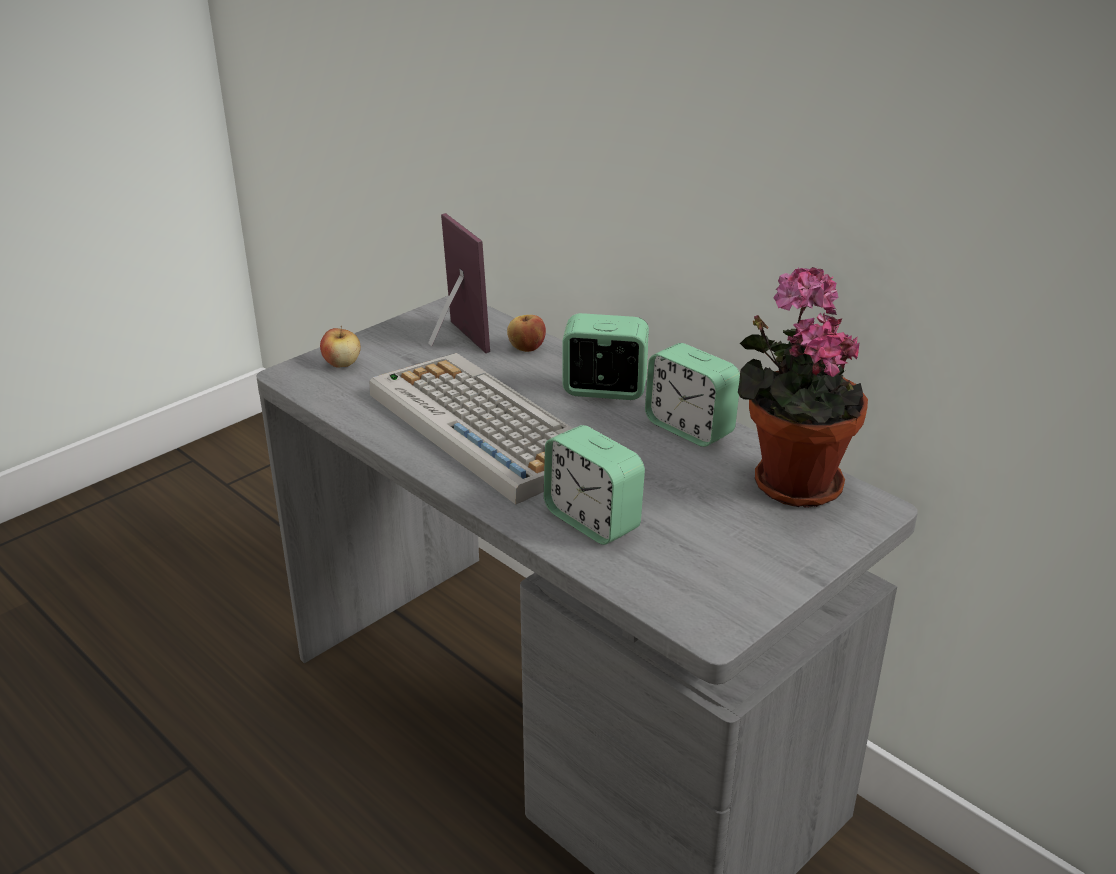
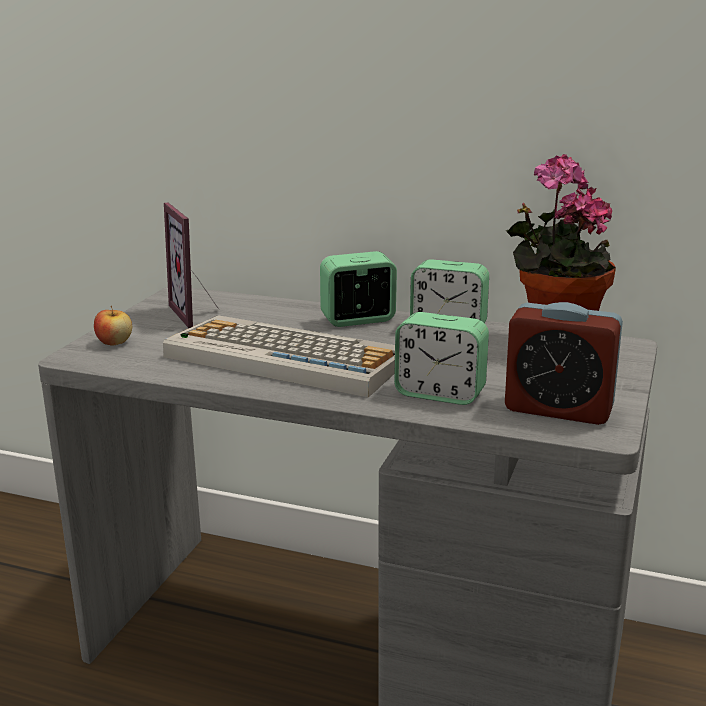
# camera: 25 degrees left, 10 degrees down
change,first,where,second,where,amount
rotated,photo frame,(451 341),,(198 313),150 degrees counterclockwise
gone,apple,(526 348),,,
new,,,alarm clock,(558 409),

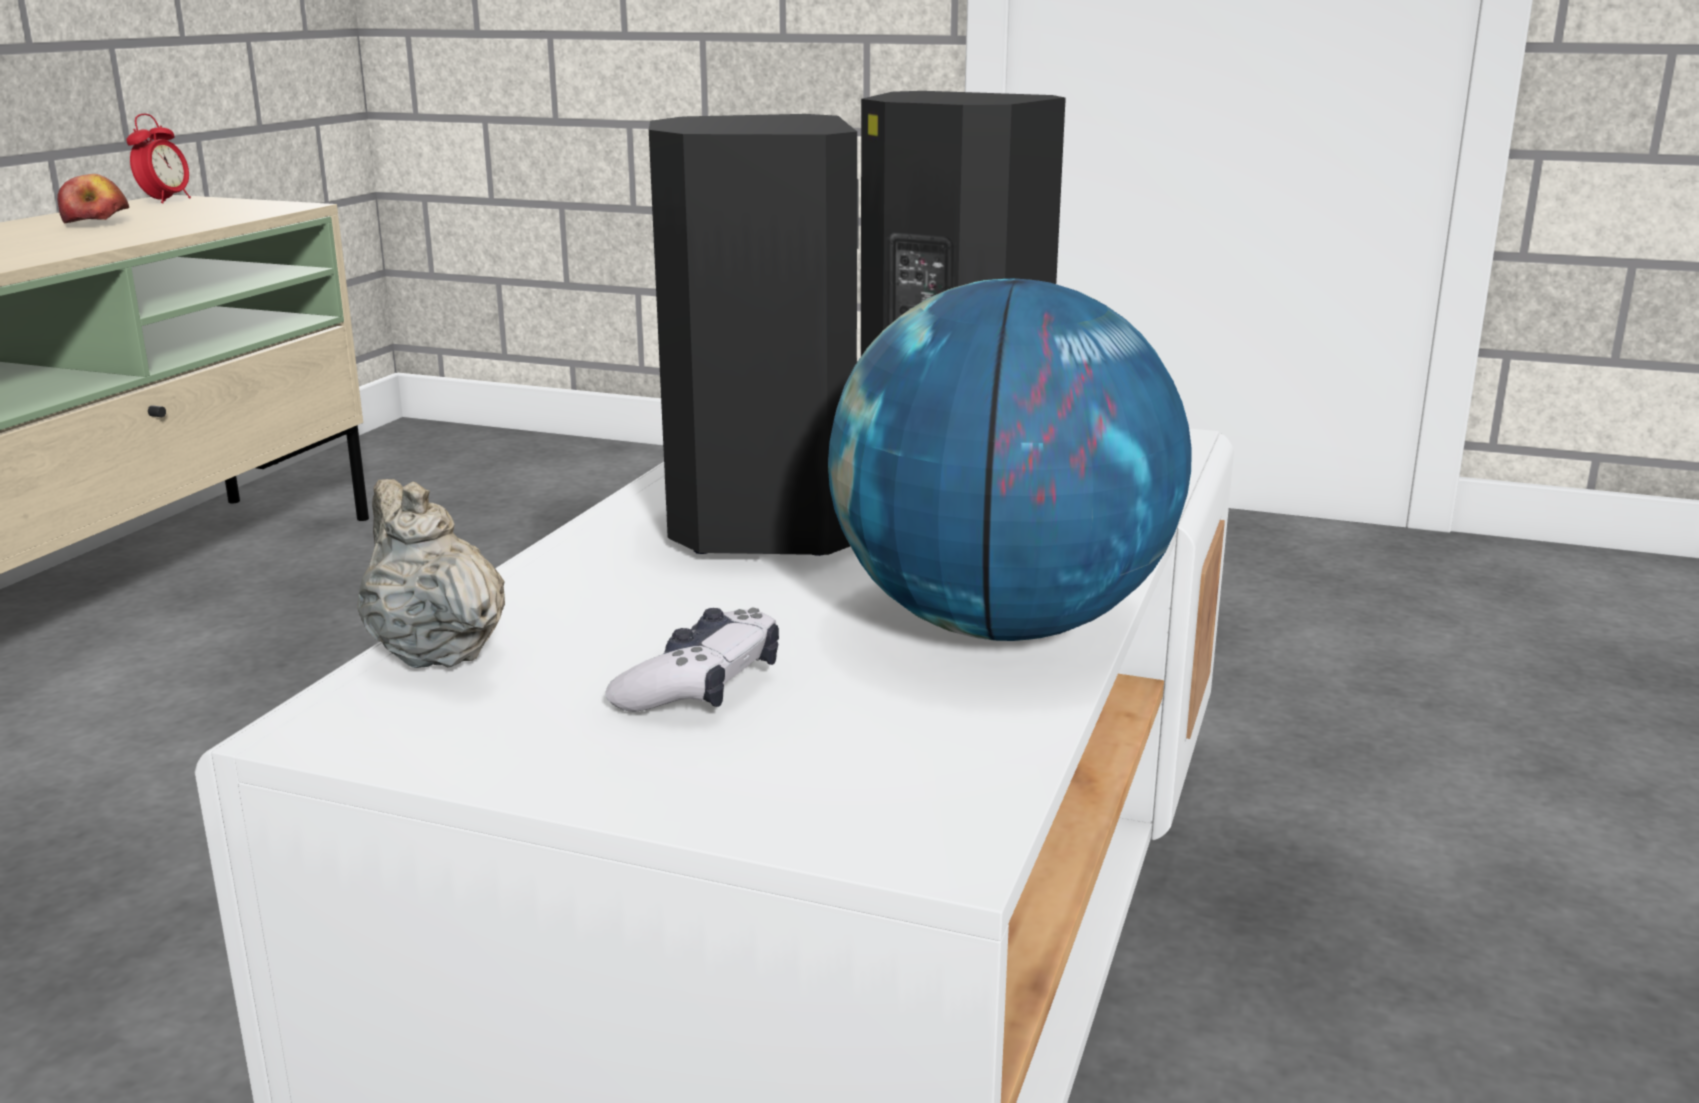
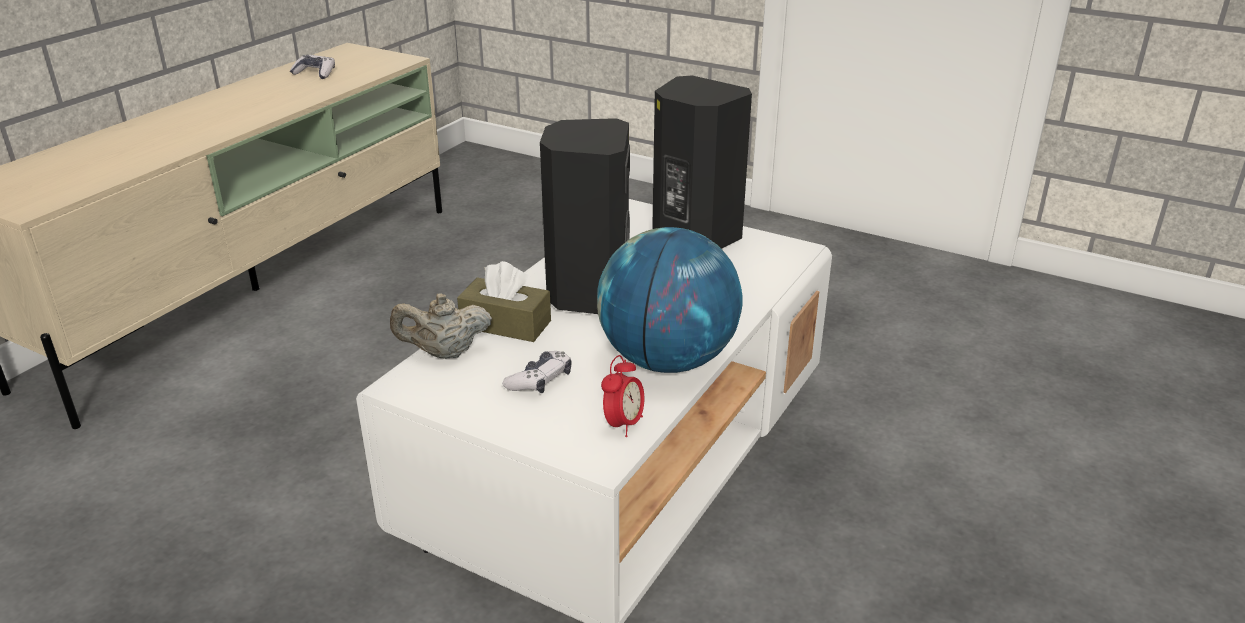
# camera: 10 degrees right, 10 degrees up
change,first,where,second,where,amount
swapped,apple,(97 223),joypad,(315 73),
shifted,alarm clock,(165 201),,(623 424),
rotated,tea pot (beige),(434 652),,(444 353),75 degrees counterclockwise
new,,,tissue box (brown),(505 324),

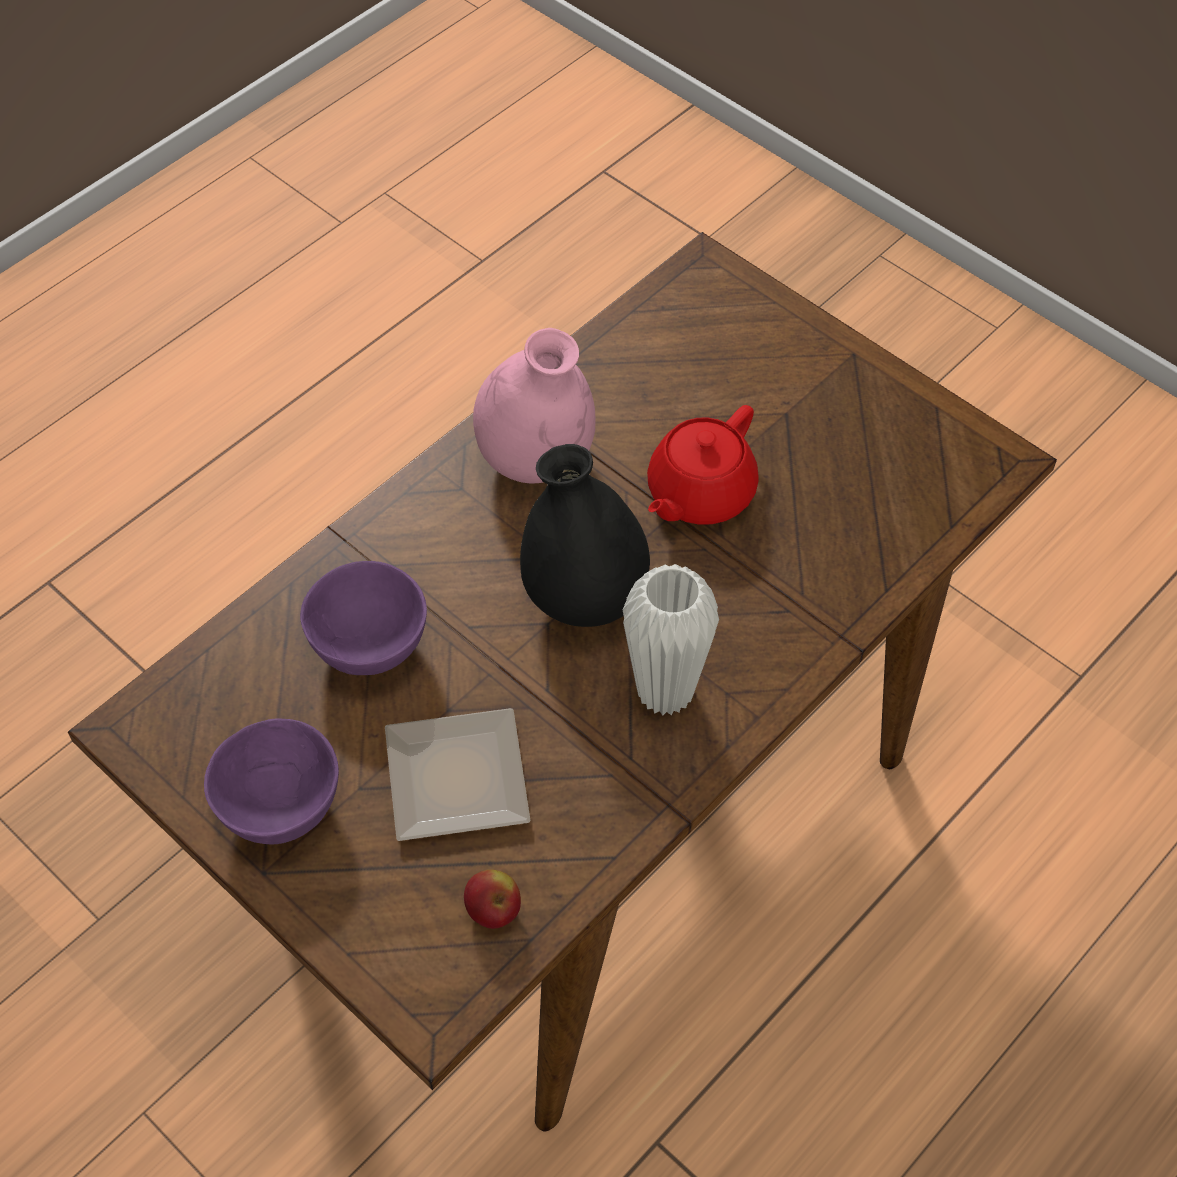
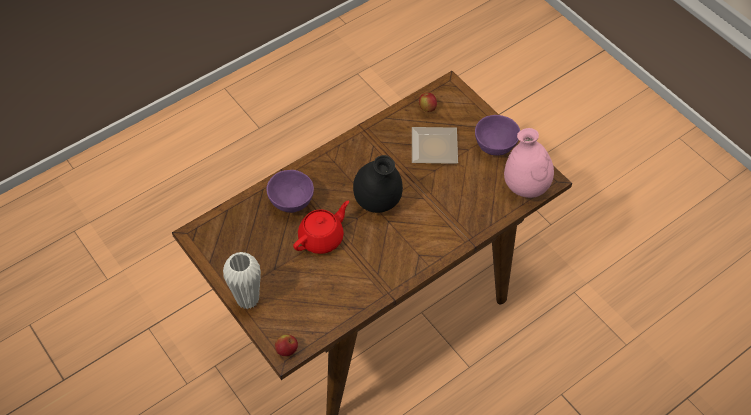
# camera: 170 degrees left, 0 degrees up
change,first,where,second,where,amount
shifted,serving bowl (purple-coloured),(372 649),,(291 202),
shifted,vase (pink),(535 460),,(525 187),
shifted,vase (white),(665 692),,(248 299),
new,,,apple,(287 350),

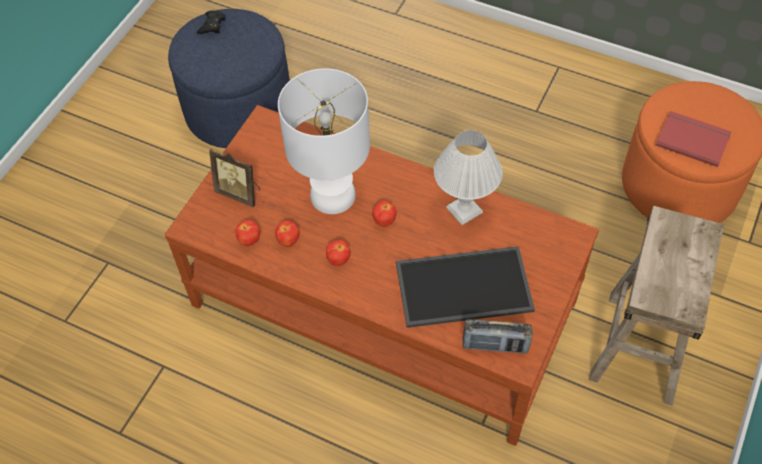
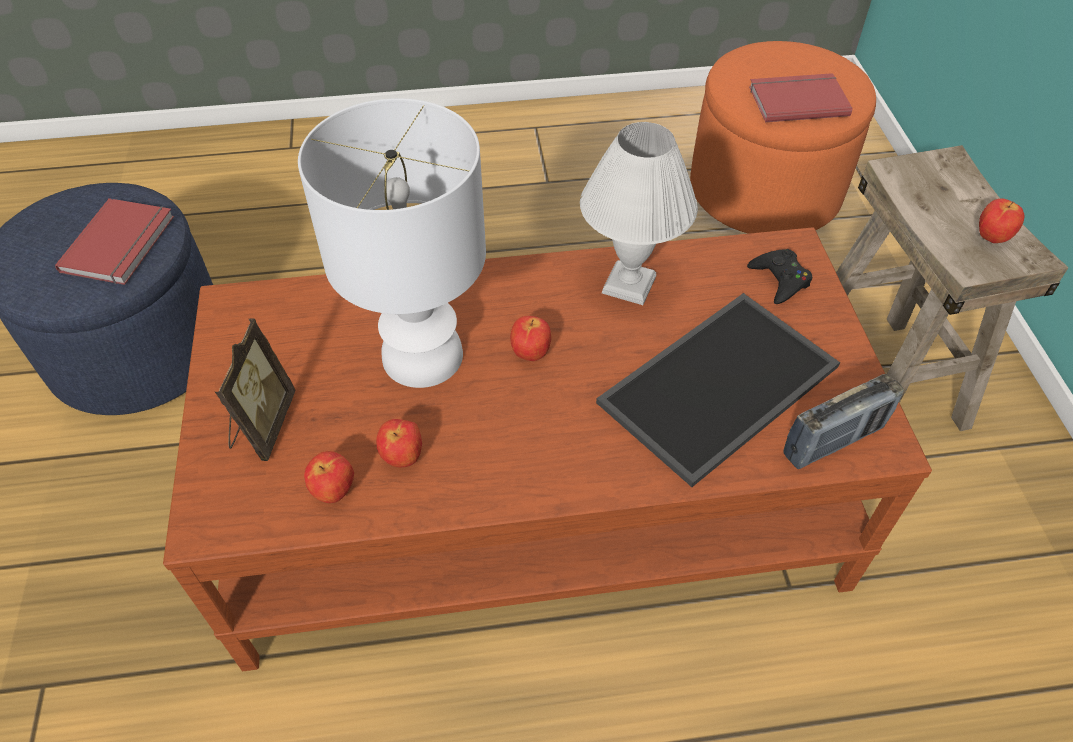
# camera: 35 degrees left, 5 degrees down
change,first,where,second,where,amount
shifted,joypad (blackish),(212 25),,(780 280),
rotated,photo frame,(240 192),,(262 425),75 degrees counterclockwise
shifted,apple,(339 260),,(990 237),
new,,,volume (reddish),(121 244),

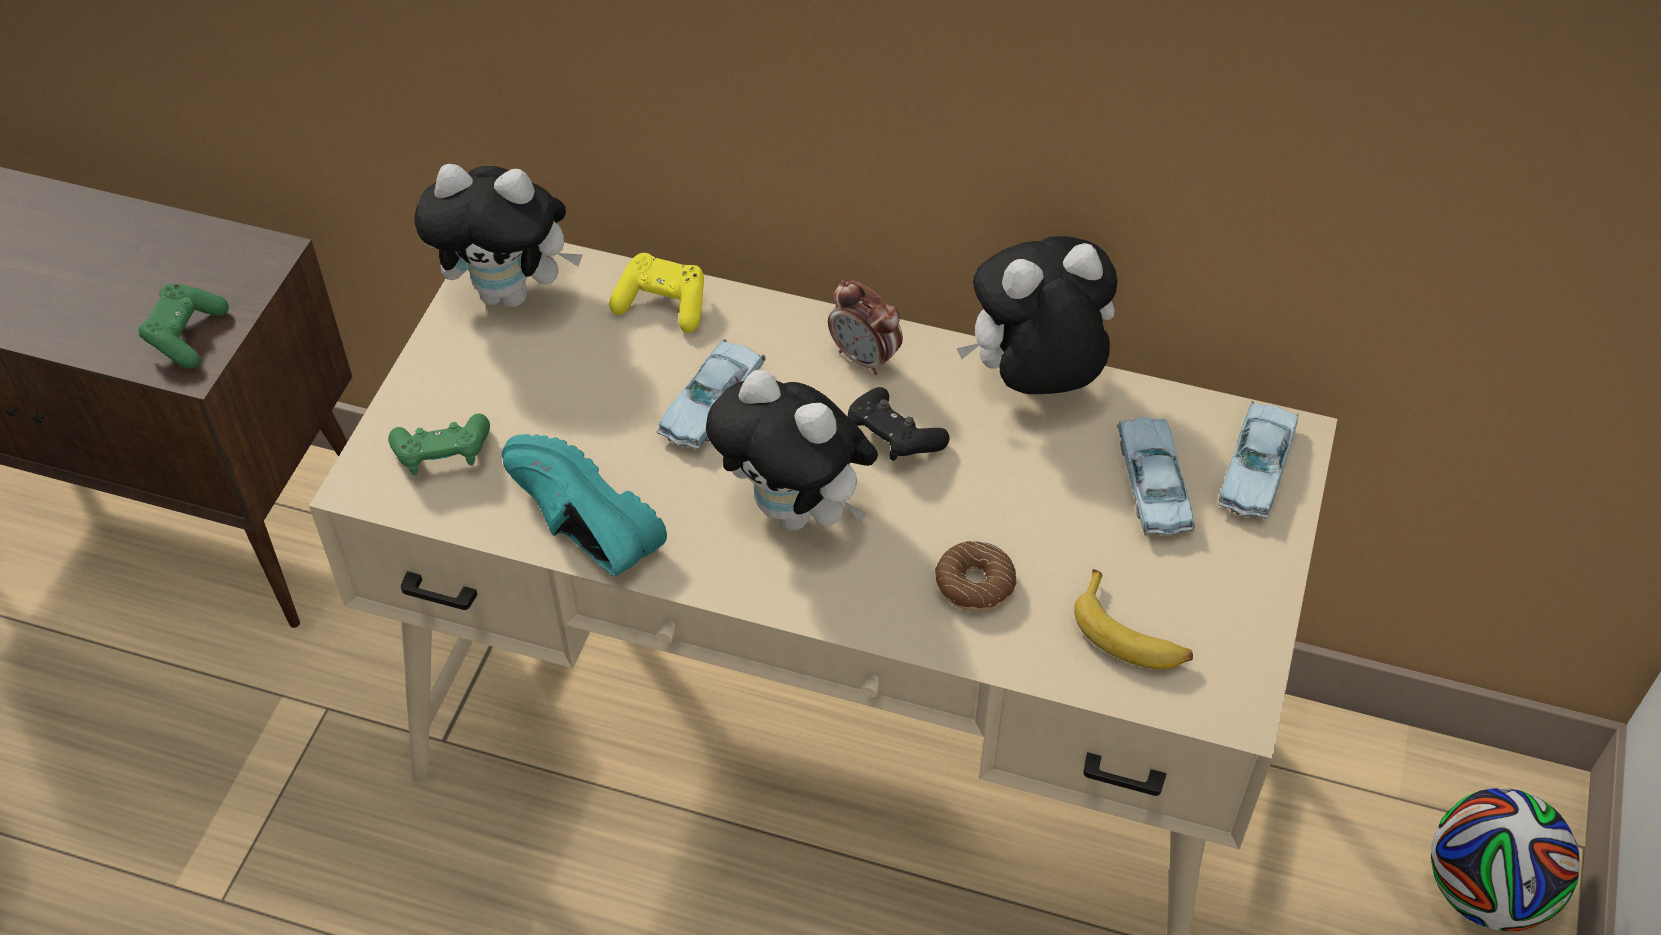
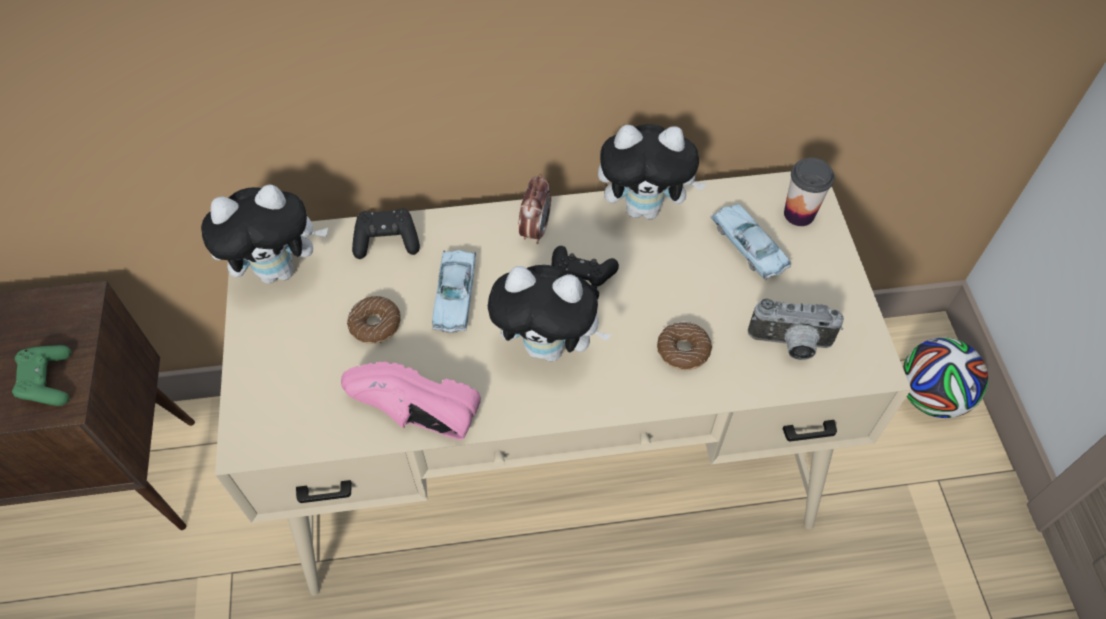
# camera: 25 degrees left, 5 degrees up
change,first,where,second,where,amount
gone,joypad (green-coloured),(443 456),,,
repainted,item of footwear (blue-green),(575 529),item of footwear (pink),(412 416),
repainted,joypad (yellow-coloured),(663 304),joypad (blackish),(387 241),
rotated,alarm clock,(865 358),,(535 230),90 degrees counterclockwise
rotated,cuddly toy,(1034 382),,(645 208),135 degrees counterclockwise
swapped,banana,(1131 634),photo camera,(790 345),
swapped,toy car (bluish),(1256 468),drinking cup,(799 214),
new,,,doughnut,(375 324),

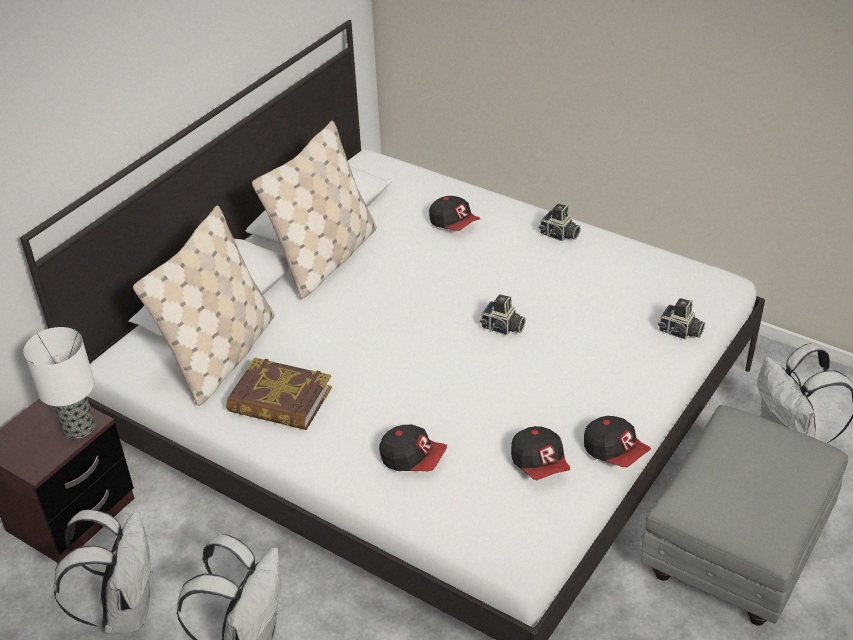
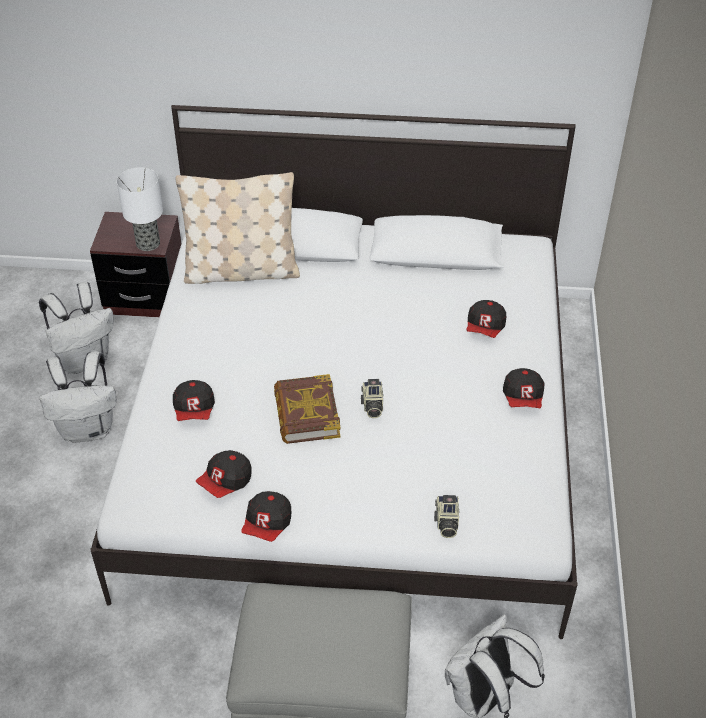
# camera: 60 degrees right, 5 degrees up
change,first,where,second,where,amount
shifted,volume,(280 401),,(306 414),
gone,throw pillow (beige),(326 258),,,
swapped,photo camera,(559 235),baseball cap,(523 398),

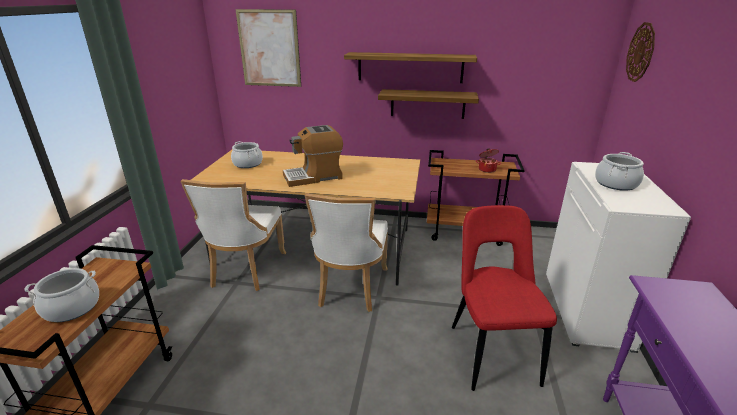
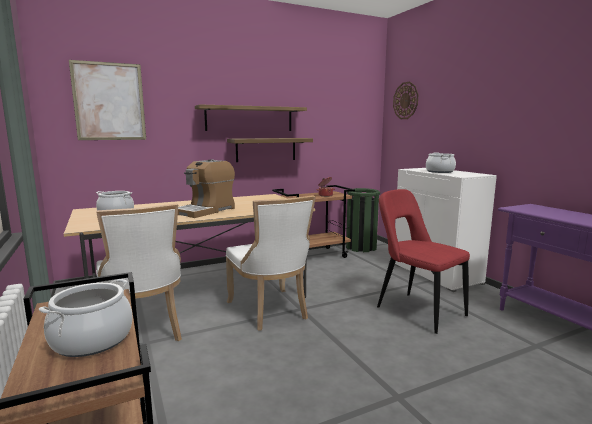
# camera: 35 degrees left, 15 degrees down
change,first,where,second,where,amount
new,,,waste bin (green-coloured),(361 247),

